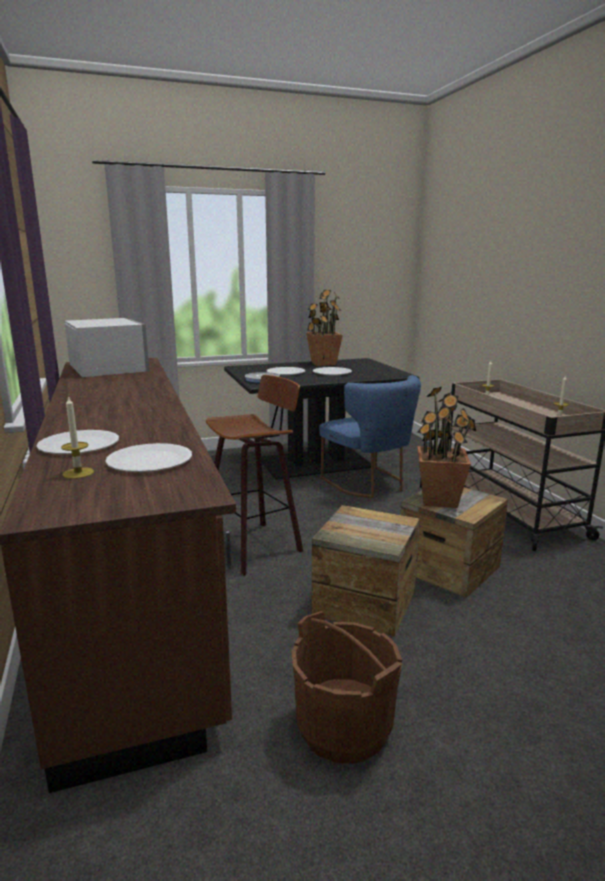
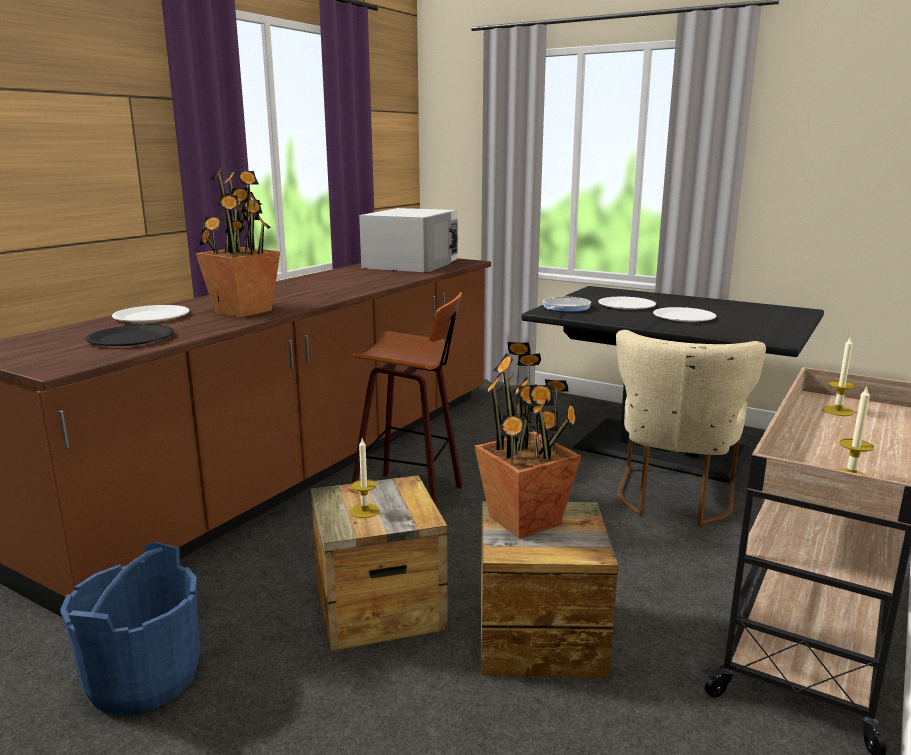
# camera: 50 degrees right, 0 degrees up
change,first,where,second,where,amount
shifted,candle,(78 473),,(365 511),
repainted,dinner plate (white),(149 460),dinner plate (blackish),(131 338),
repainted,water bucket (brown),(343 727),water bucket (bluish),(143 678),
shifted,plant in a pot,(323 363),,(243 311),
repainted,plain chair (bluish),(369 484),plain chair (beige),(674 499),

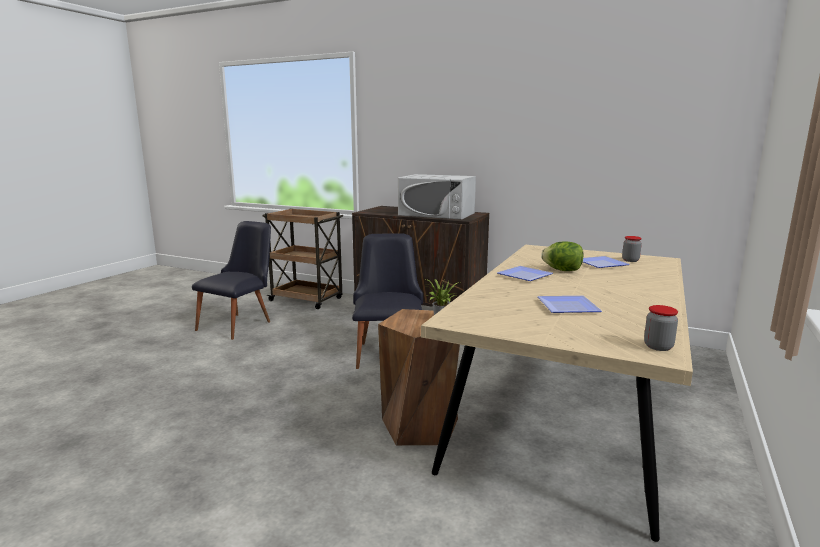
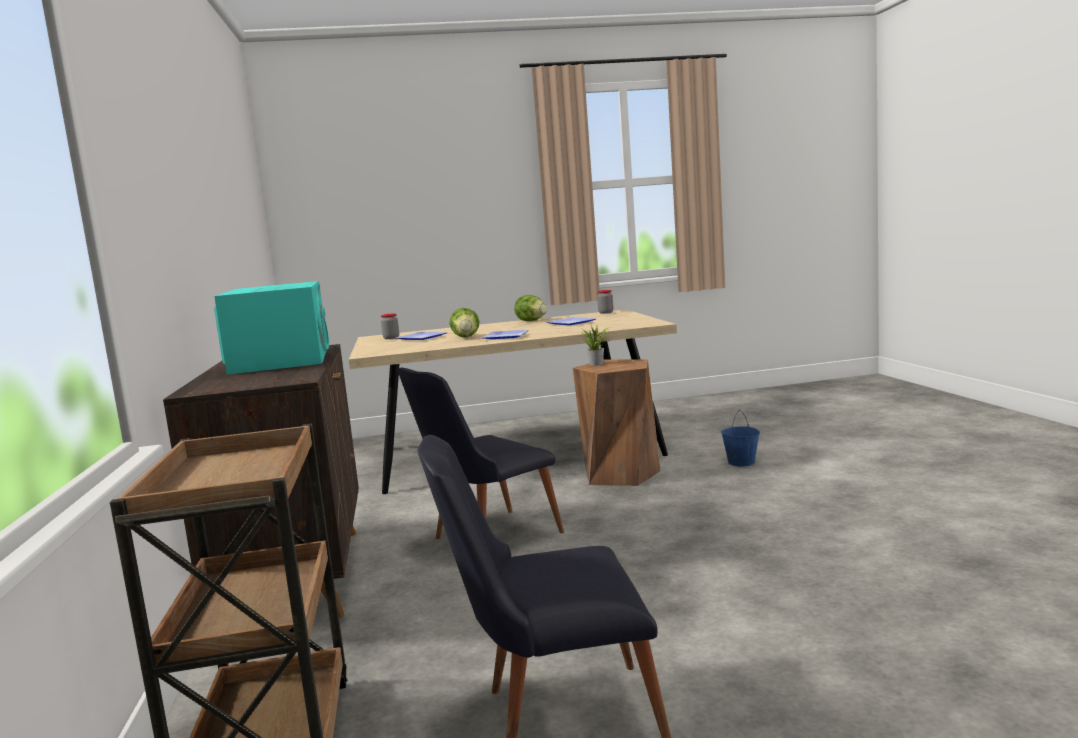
# camera: 125 degrees left, 5 degrees down
change,first,where,second,where,amount
repainted,microwave (white),(437 214),microwave (blue-green),(281 359),
new,,,lettuce,(531 321),
new,,,water bucket (bluish),(741 462),

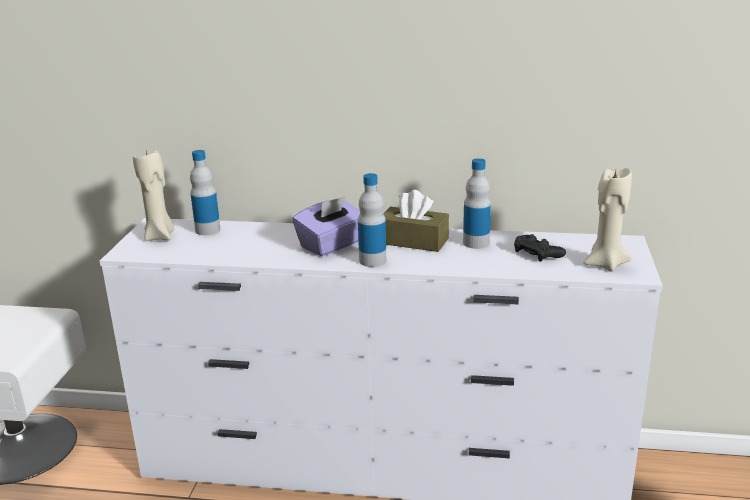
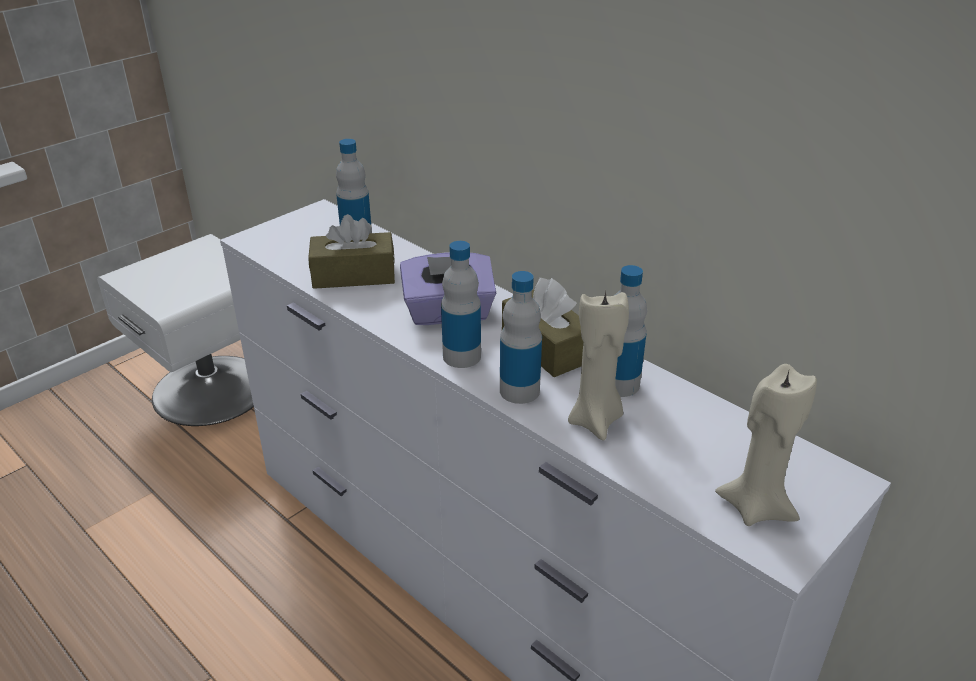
# camera: 35 degrees right, 10 degrees up
change,first,where,second,where,amount
shifted,candle (beige),(160 236),,(596 420),
gone,joypad (blackish),(537 253),,,
new,,,tissue box (brown),(353 275),
new,,,bottle,(519 391),

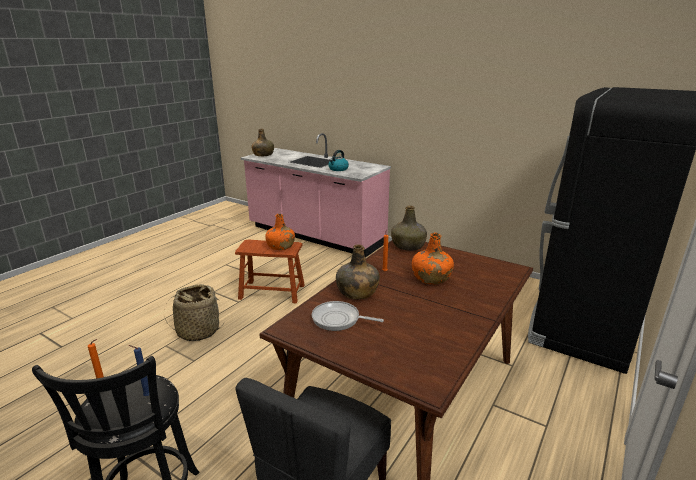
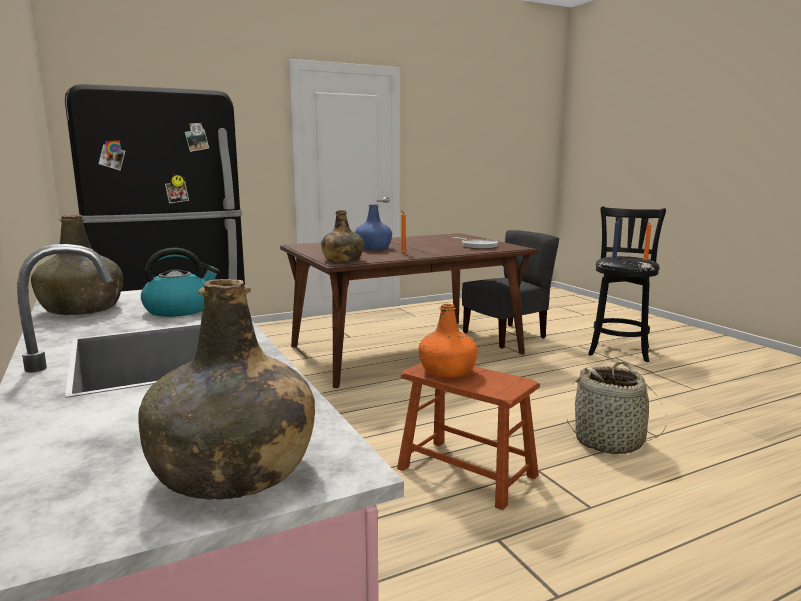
# camera: 150 degrees left, 10 degrees down
change,first,where,second,where,amount
shifted,bottle (green-coloured),(357 292),,(83 309),
repainted,bottle (orange),(430 278),bottle (bluish),(374 248),

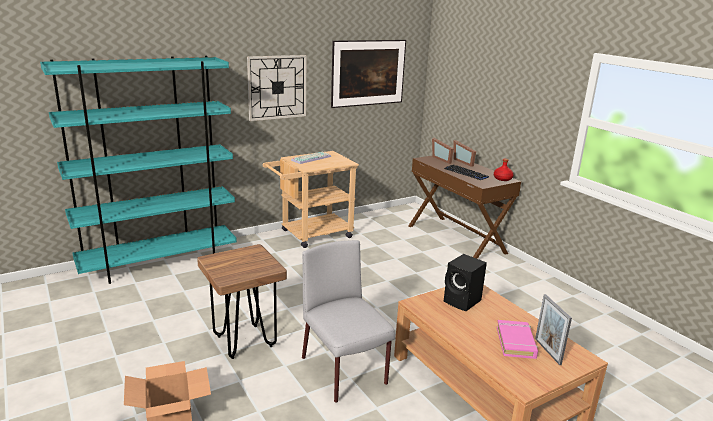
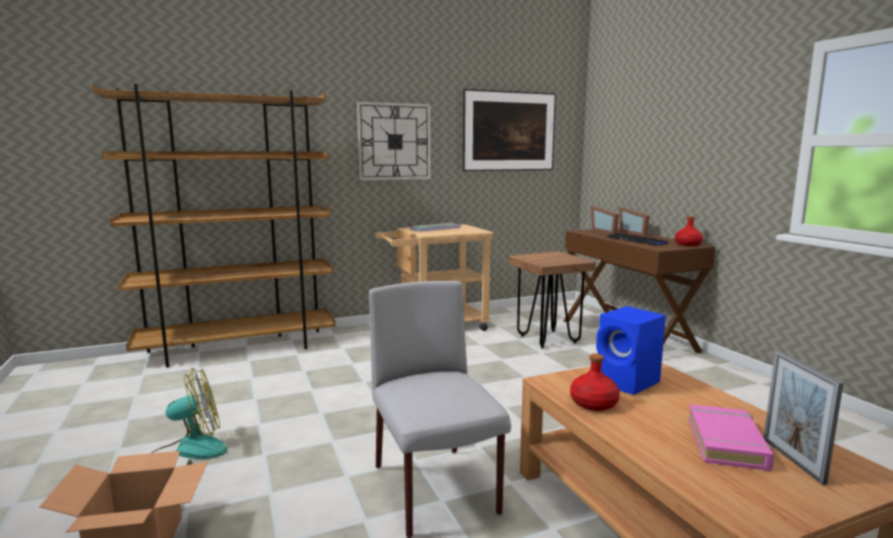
# camera: 10 degrees right, 10 degrees down
change,first,where,second,where,amount
repainted,bookshelf (blue-green),(160 263),bookshelf (brown),(239 349),
shifted,sitting stool (brown),(244 341),,(547 339),
repainted,audio speaker (blackish),(463 301),audio speaker (bluish),(629 383),
new,,,cooling fan,(188 452),
new,,,bottle (reddish),(594 403),

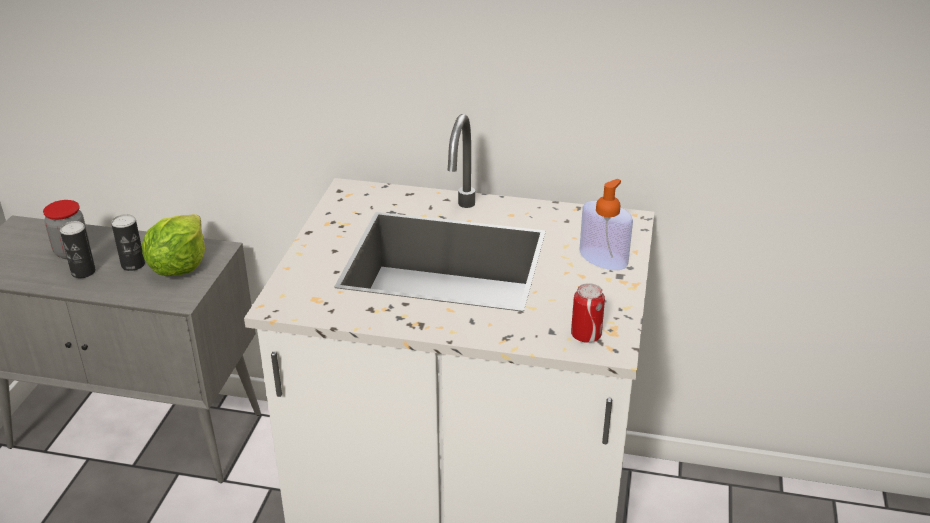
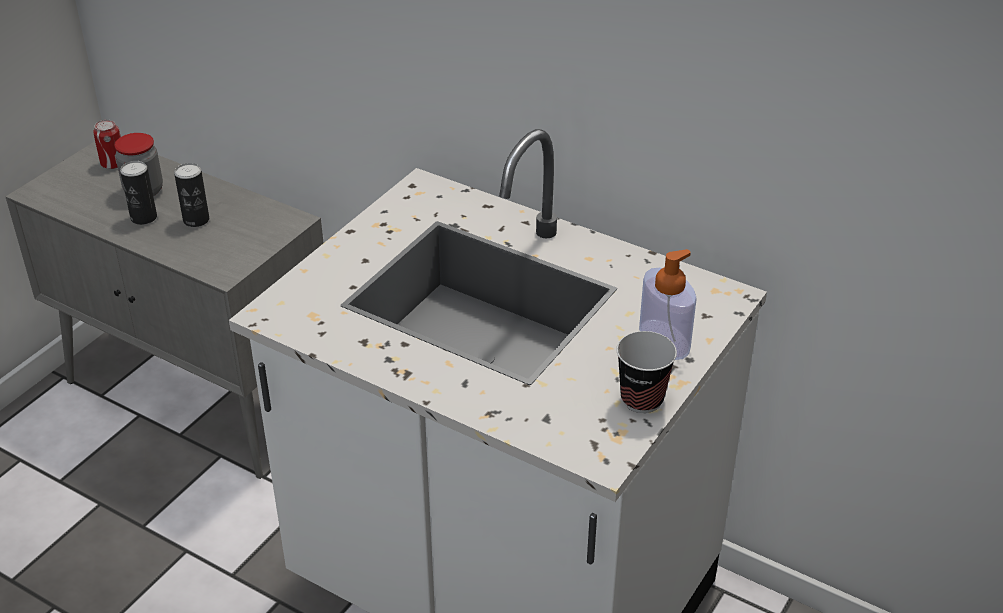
# camera: 20 degrees right, 5 degrees up
change,first,where,second,where,amount
gone,lettuce,(179 266),,,
shifted,can,(586 335),,(113 164),
new,,,drinking cup,(642 399),

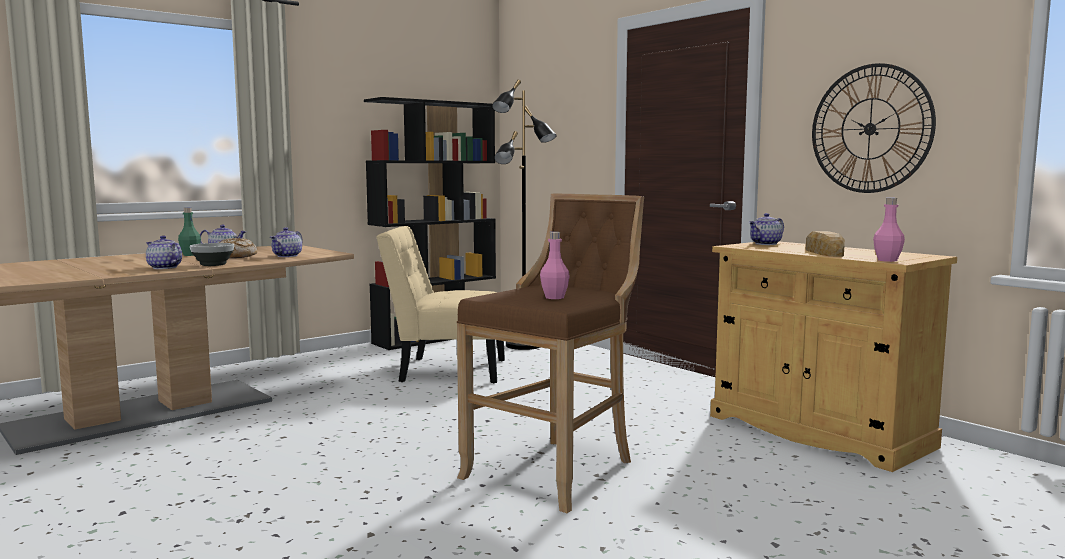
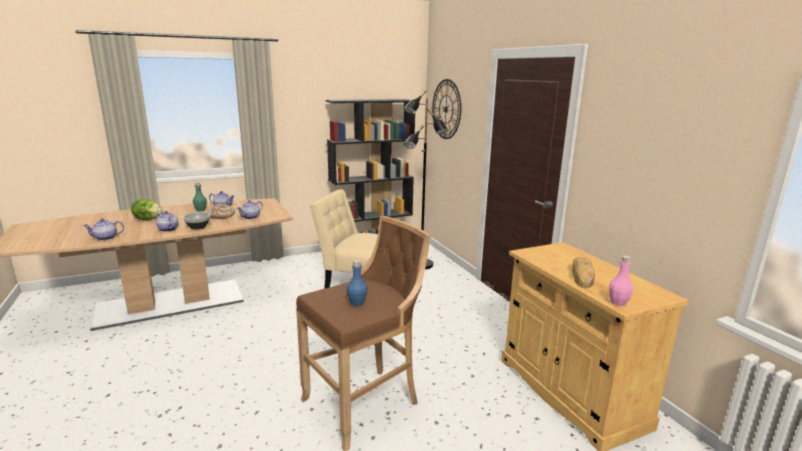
# camera: 15 degrees right, 10 degrees up
change,first,where,second,where,amount
repainted,bottle (pink),(554 297),bottle (bluish),(357 303),
shifted,tea pot,(766 244),,(105 238),
shifted,clock on the wall,(870 129),,(446 109),
new,,,lettuce,(148 219),

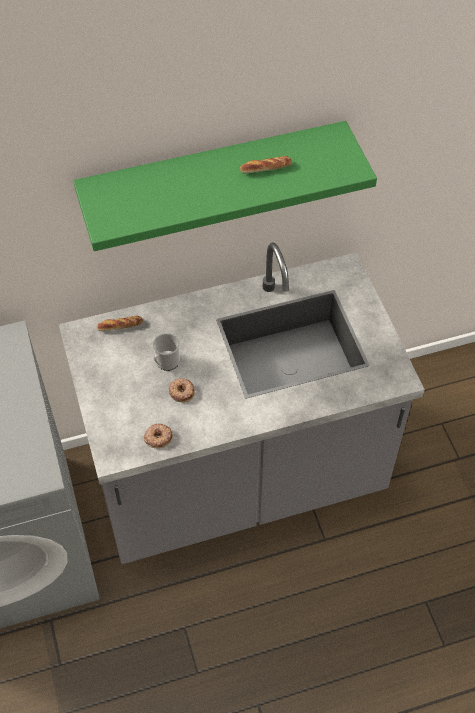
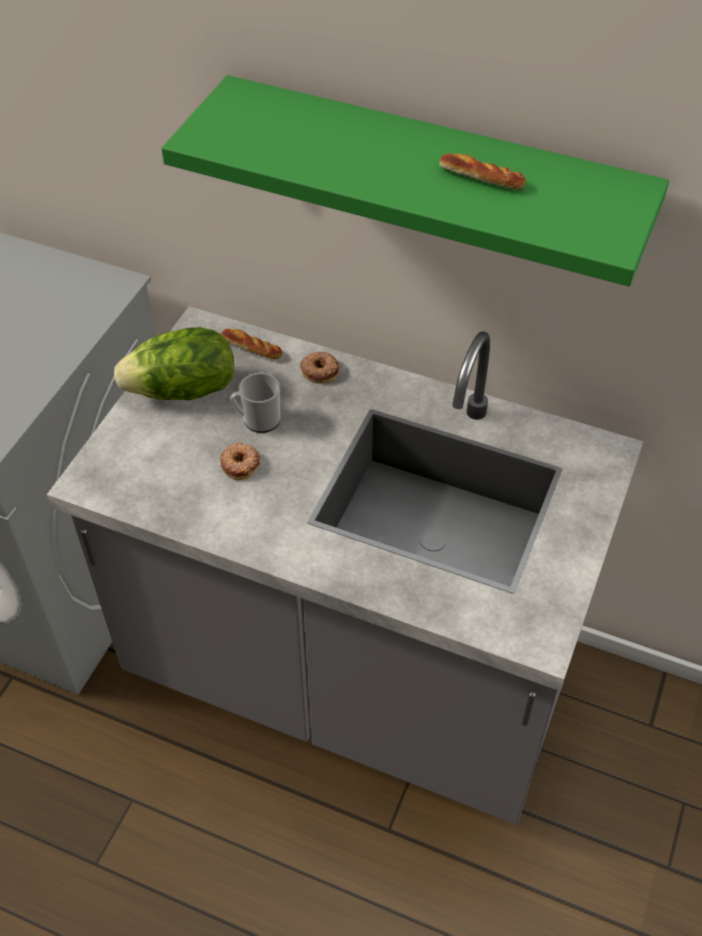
# camera: 40 degrees right, 5 degrees down
change,first,where,second,where,amount
shifted,doughnut,(158 437),,(320 370),
new,,,lettuce,(183 390),

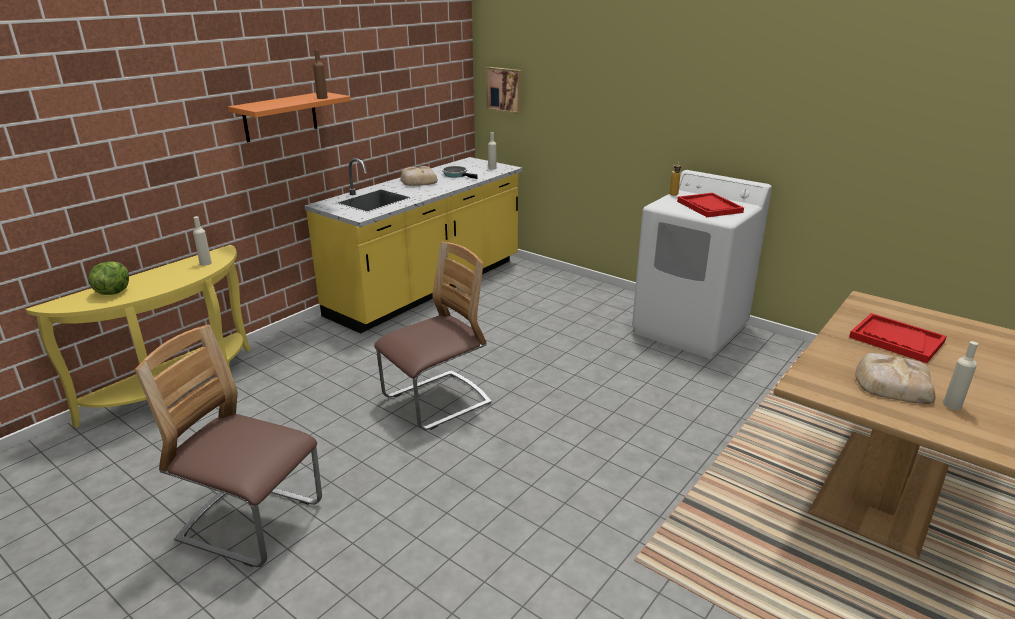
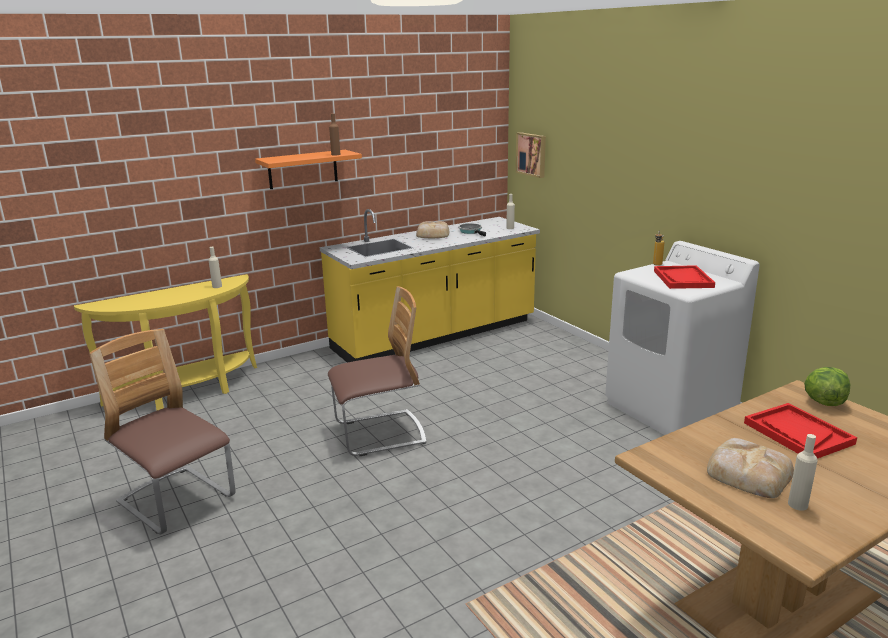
# camera: 20 degrees right, 5 degrees down
change,first,where,second,where,amount
shifted,lettuce,(113 292),,(824 402),

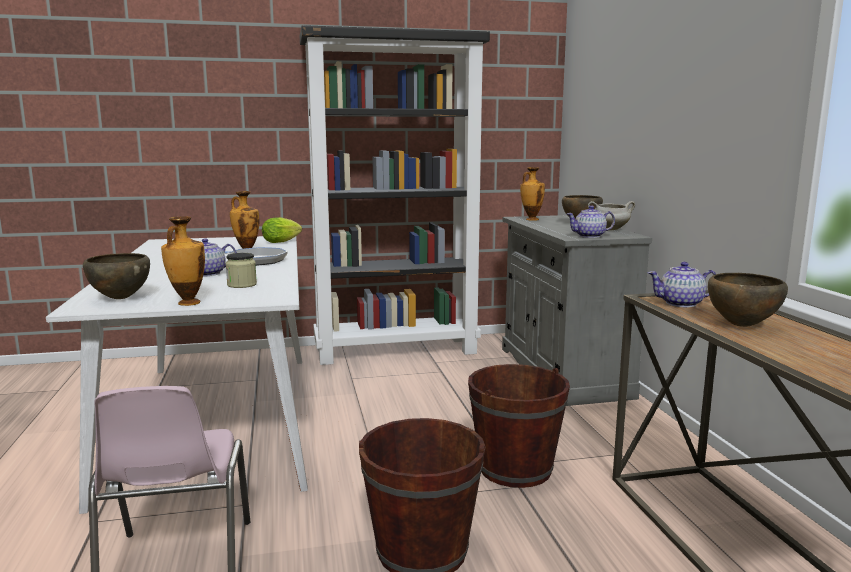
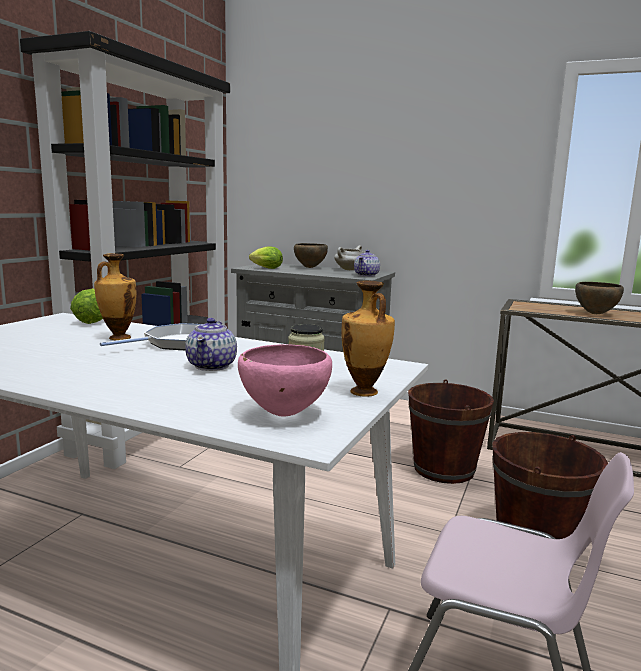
# camera: 55 degrees left, 0 degrees up
change,first,where,second,where,amount
repainted,serving bowl (brown),(120 298),serving bowl (pink),(283 414),
swapped,vase,(531 219),lettuce,(265 268),
gone,tea pot,(681 303),,,

